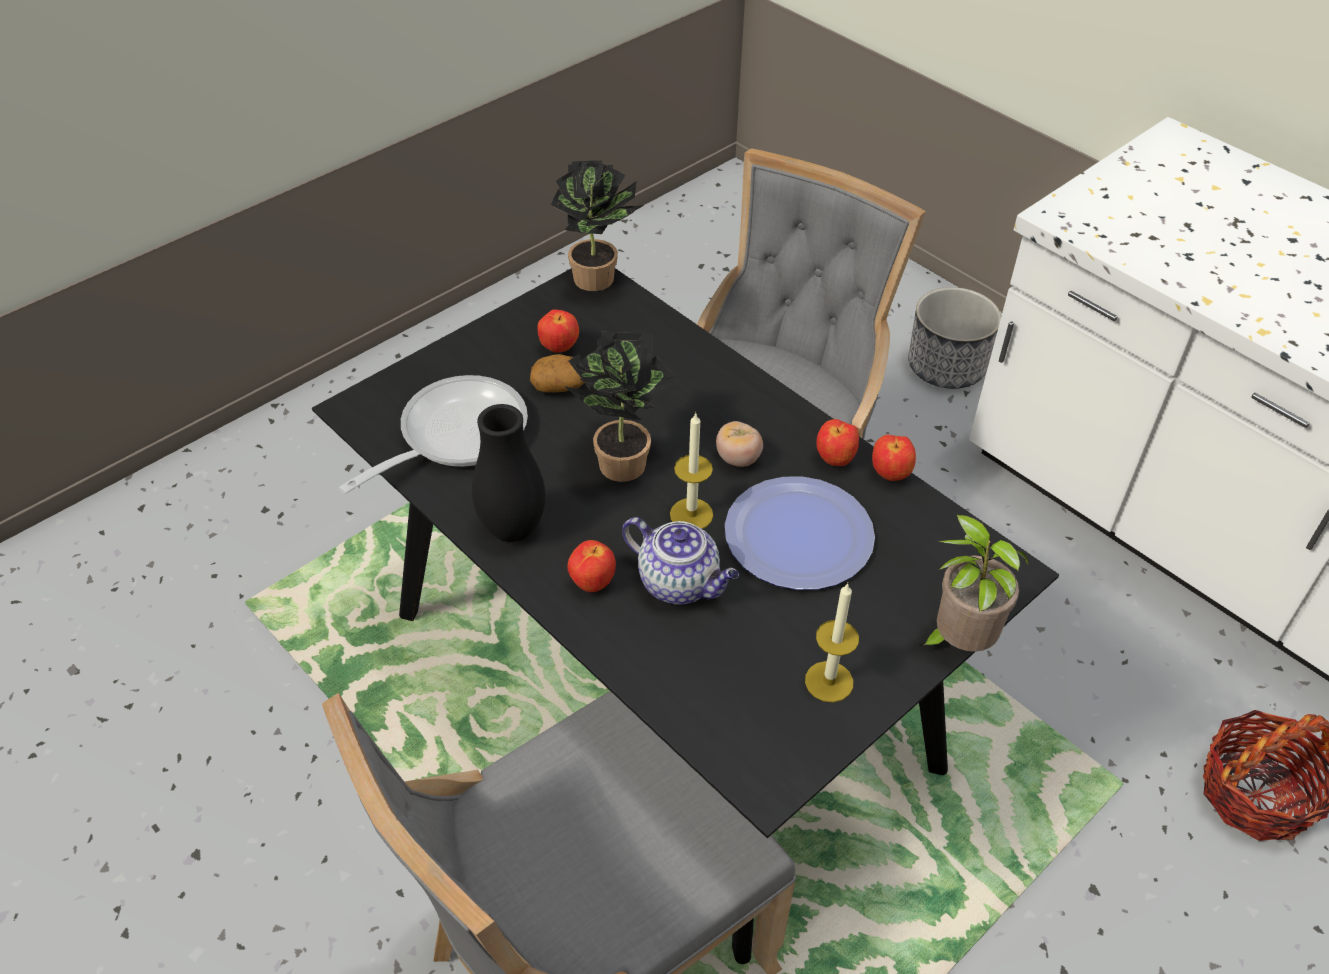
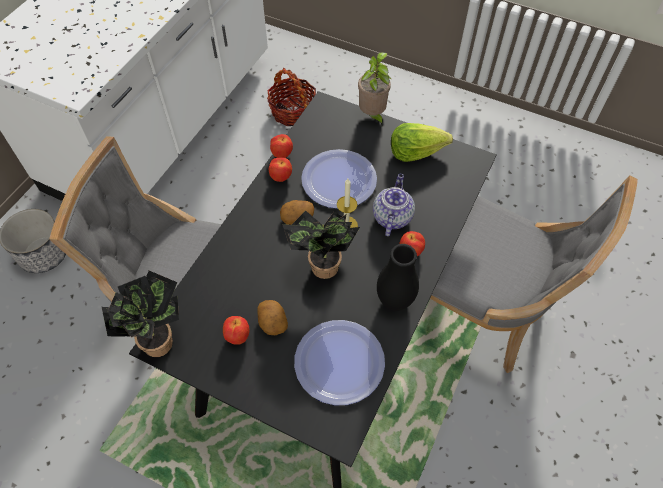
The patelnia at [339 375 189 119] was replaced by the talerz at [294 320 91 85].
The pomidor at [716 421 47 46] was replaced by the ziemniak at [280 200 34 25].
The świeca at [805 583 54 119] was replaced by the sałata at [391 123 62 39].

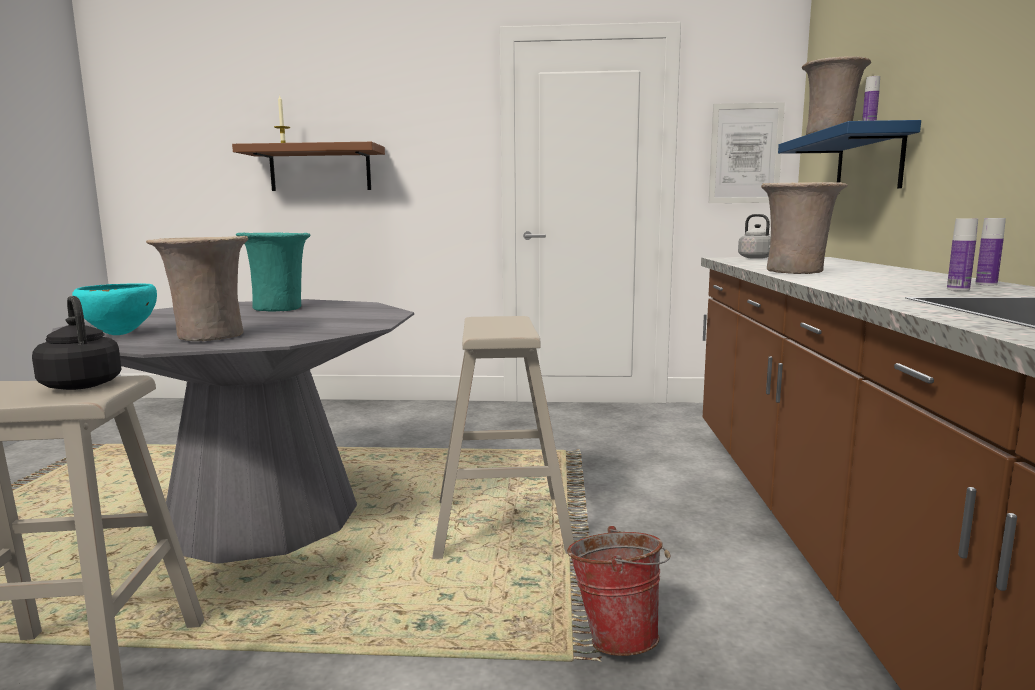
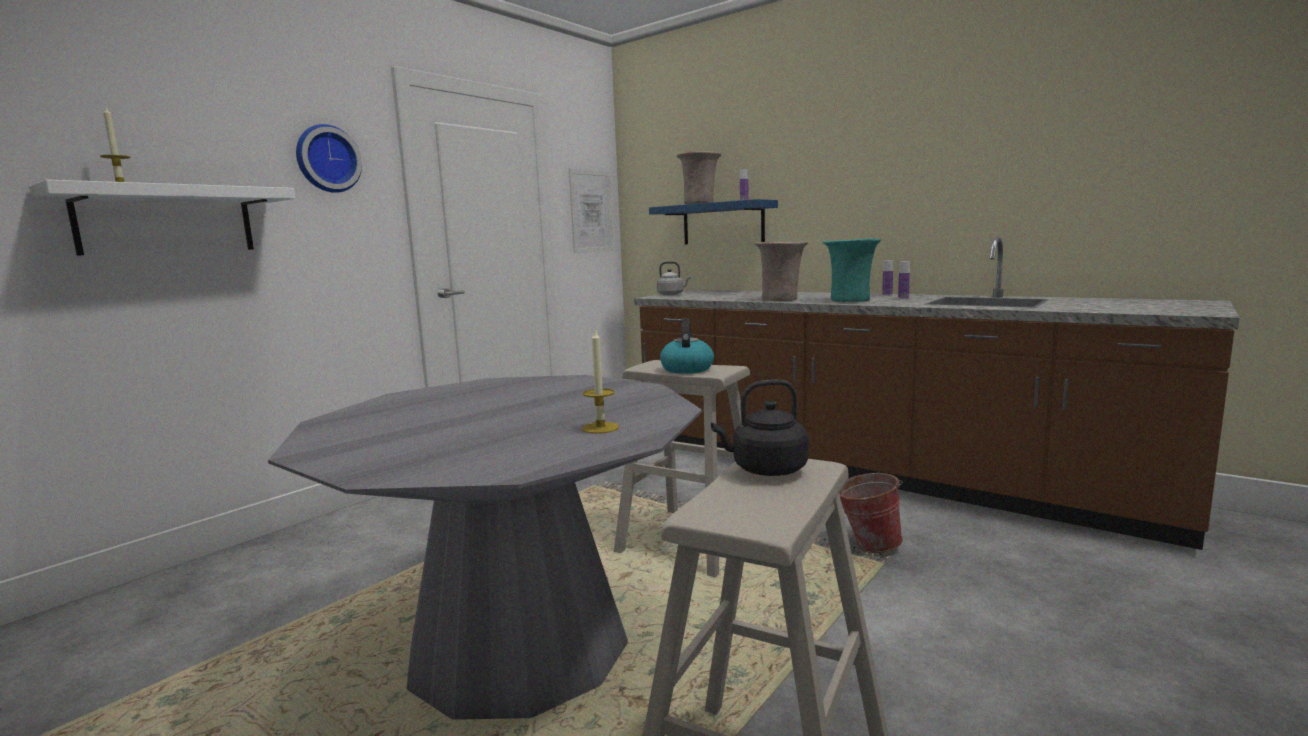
The półka (brązowy) at [232 142 153 49] became the półka (biały) at [29 179 267 77].
The wazon (turkusowy) moved from [236 232 74 80] to [822 238 59 64].
The wazon (beżowy) at [146 236 102 105] was replaced by the świeca at [582 330 37 104].
The miska (turkusowy) at [72 283 85 52] disappeared.
The zegar ścienny at [296 124 66 69] appeared.
The czajnik at [660 318 54 56] appeared.

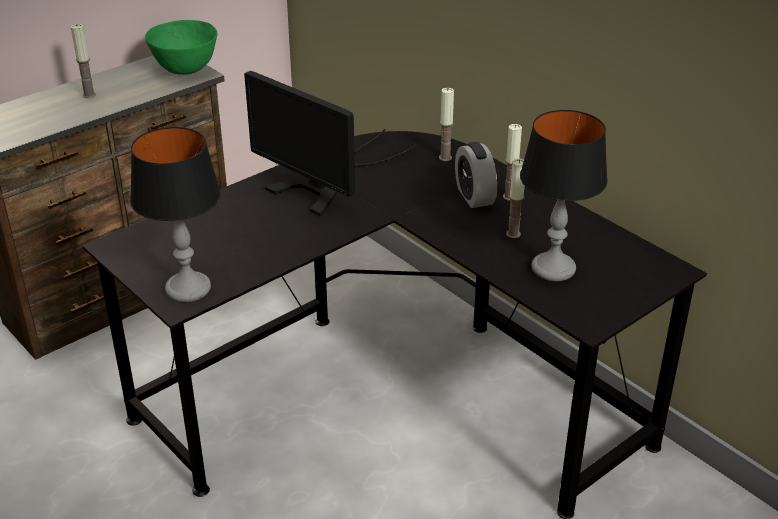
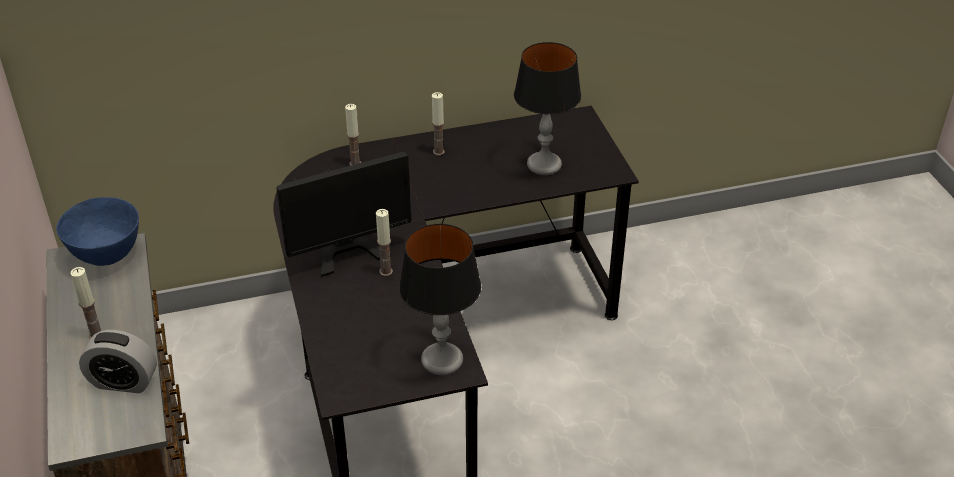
The miska (zielony) at [145 20 73 55] became the miska (niebieski) at [56 197 83 69].
The budzik moved from [455 142 42 66] to [79 330 78 63].
The świeca moved from [506 159 18 79] to [376 209 17 67].

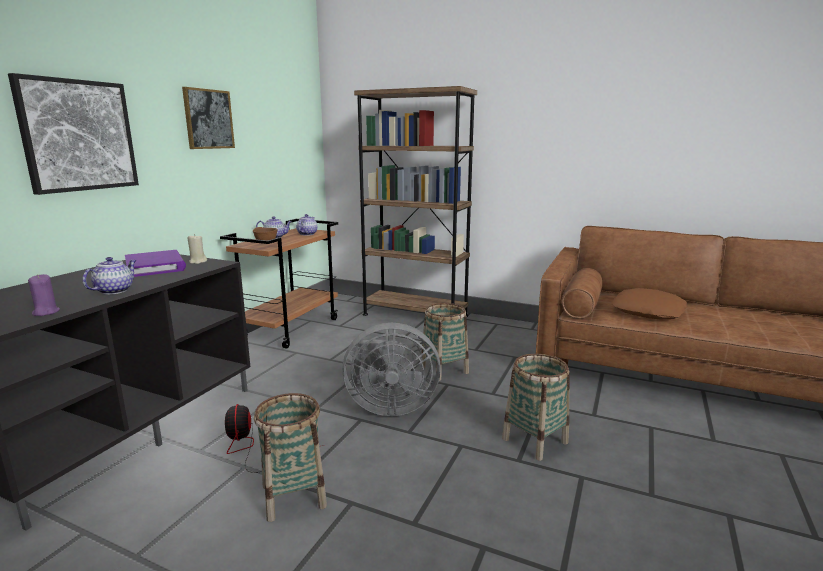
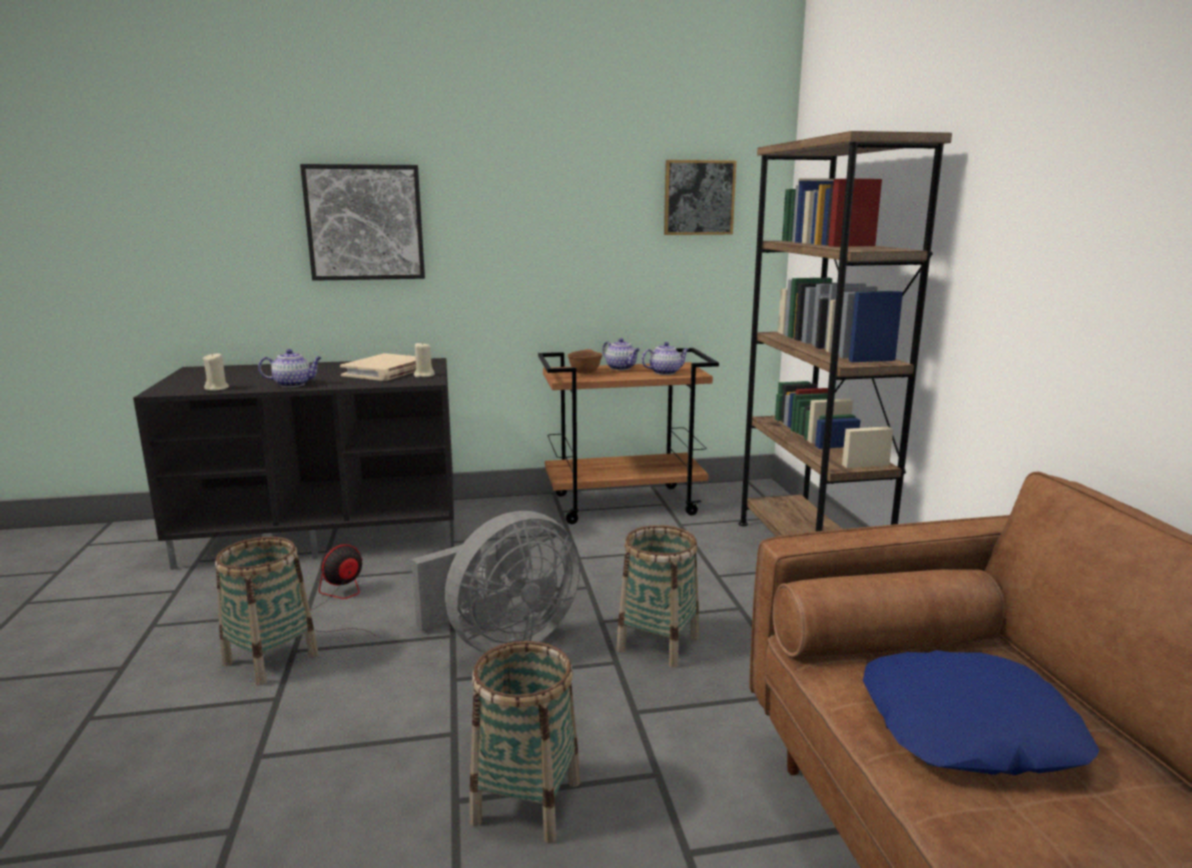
The obraz moved from [182 87 53 62] to [664 160 72 75].
The książka (fioletowy) at [125 250 61 27] became the książka (beżowy) at [340 353 76 28].
The świeca (fioletowy) at [28 274 32 42] became the świeca (beżowy) at [203 352 26 39].
The poduszka (brązowy) at [611 288 76 32] became the poduszka (niebieski) at [863 650 236 125].
The wentylator (szary) at [342 323 99 93] turned 90 degrees counterclockwise.

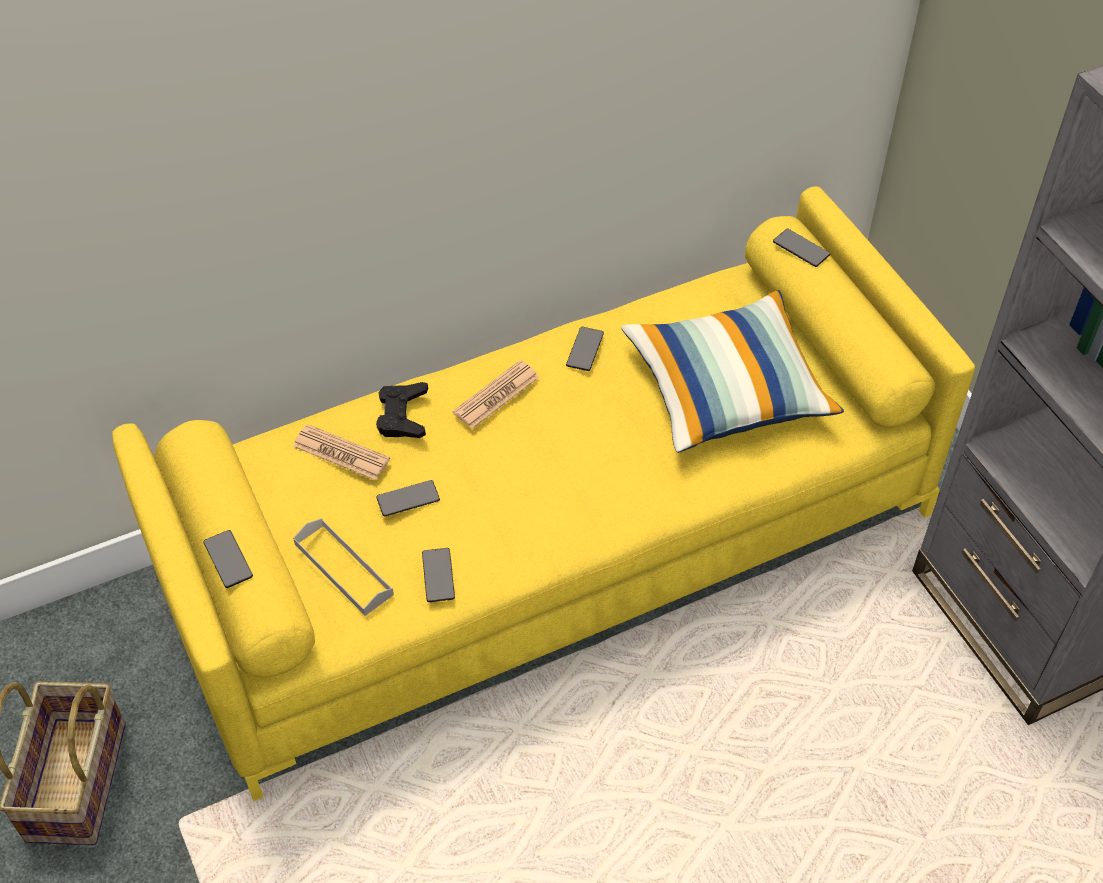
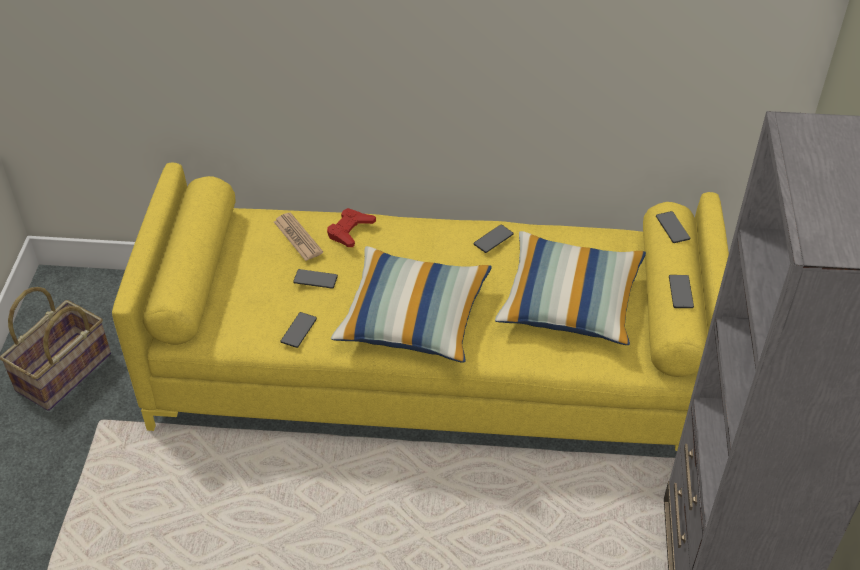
The gazeta at [453 360 86 69] disappeared.
The pad do gier (czarny) at [376 382 52 56] became the pad do gier (czerwony) at [327 208 49 39].
The taca (szary) at [293 518 101 98] disappeared.
The telefon moved from [204 530 49 58] to [669 275 25 33].
The poduszka at [331 246 161 117] appeared.

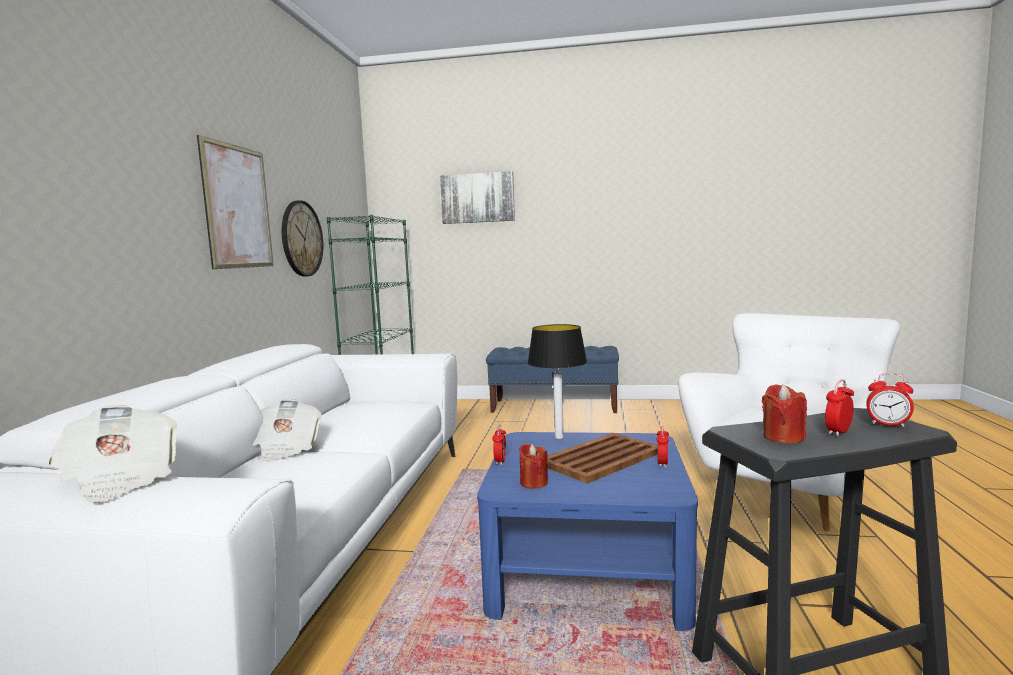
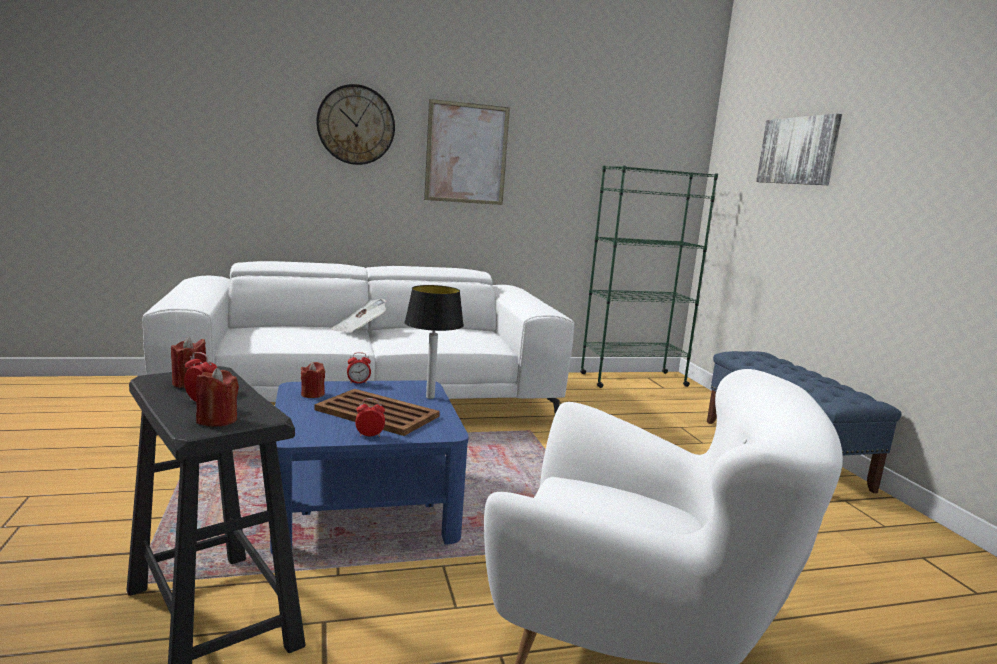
The zegar ścienny moved from [282 200 41 76] to [316 84 79 81].
The budzik at [866 373 48 54] was replaced by the świeca (czerwony) at [196 368 43 59].
The gazeta at [48 405 129 97] disappeared.

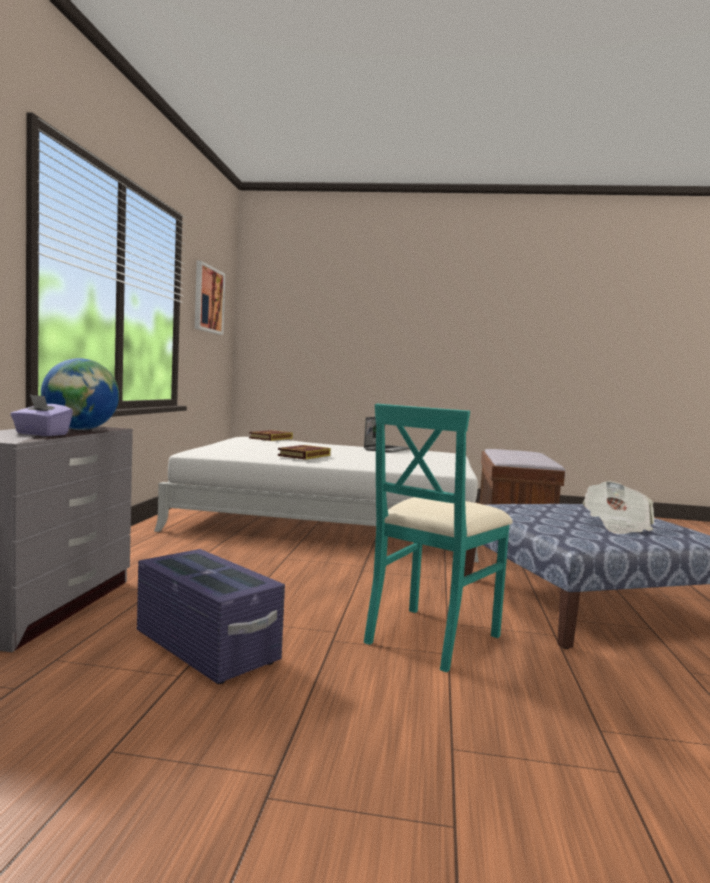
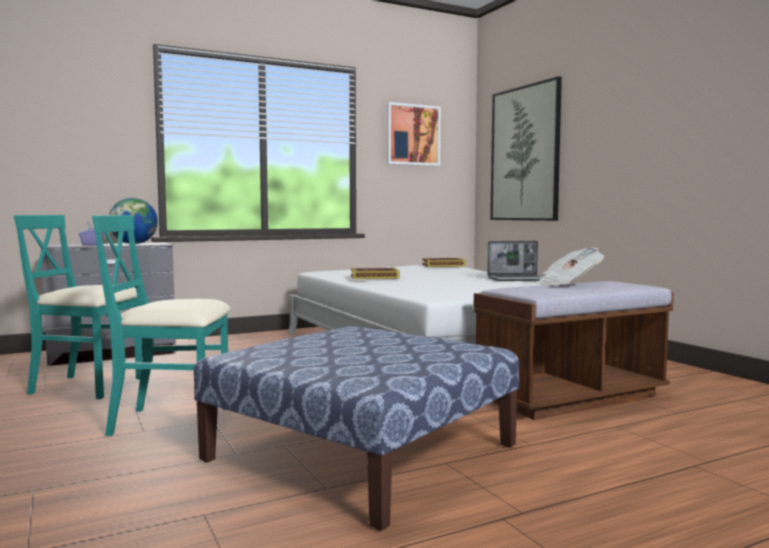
The gazeta moved from [583 481 71 53] to [536 247 68 39].
The pojemnik do przechowywania (fioletowy) at [137 549 148 135] was replaced by the krzesło (turkusowy) at [14 215 128 184].
The obraz at [490 76 72 145] appeared.

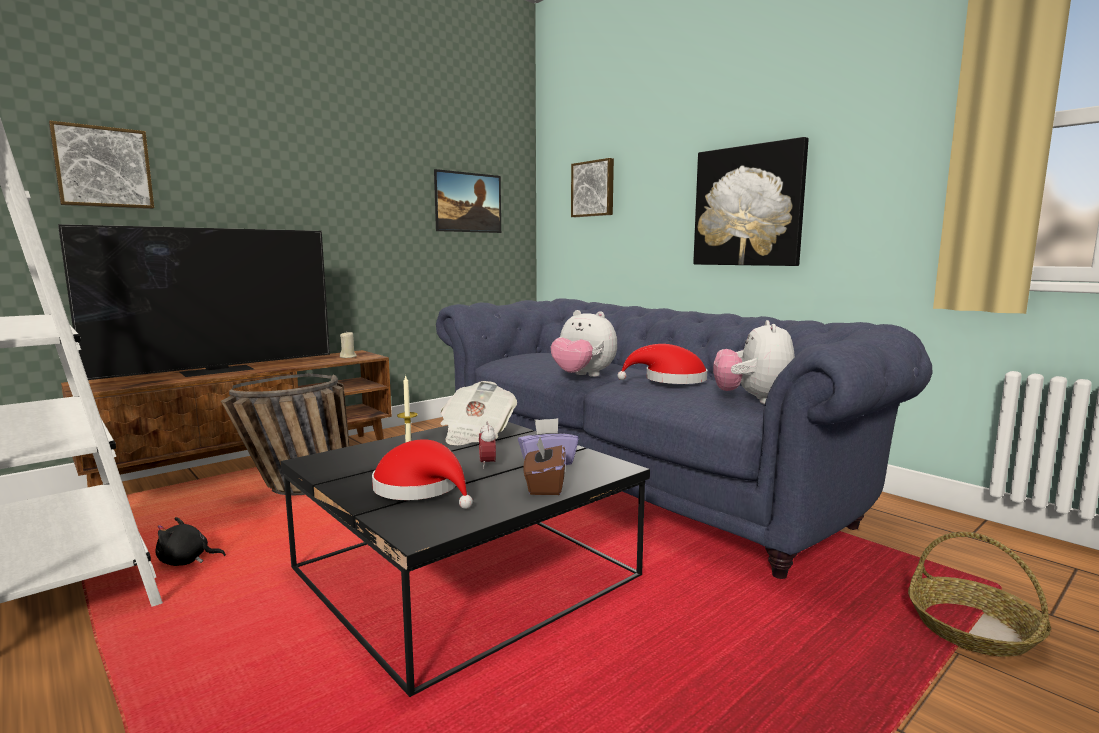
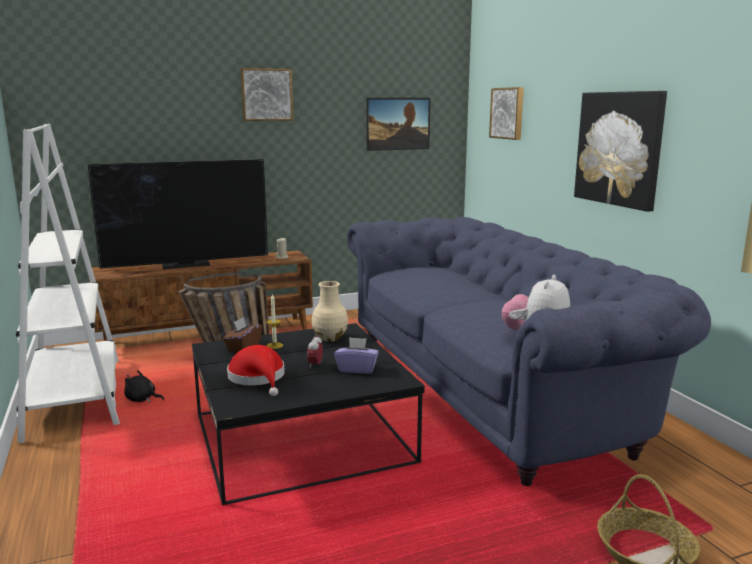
The obraz moved from [49 120 105 89] to [240 68 53 53].
The pluszak at [551 310 66 67] disappeared.
The kapelusz (czerwony) at [617 344 90 40] disappeared.
The gazeta at [441 381 76 64] was replaced by the wazon (beżowy) at [312 281 36 61].
The pudełko chusteczek (brązowy) moved from [523 437 42 58] to [223 317 39 36].

